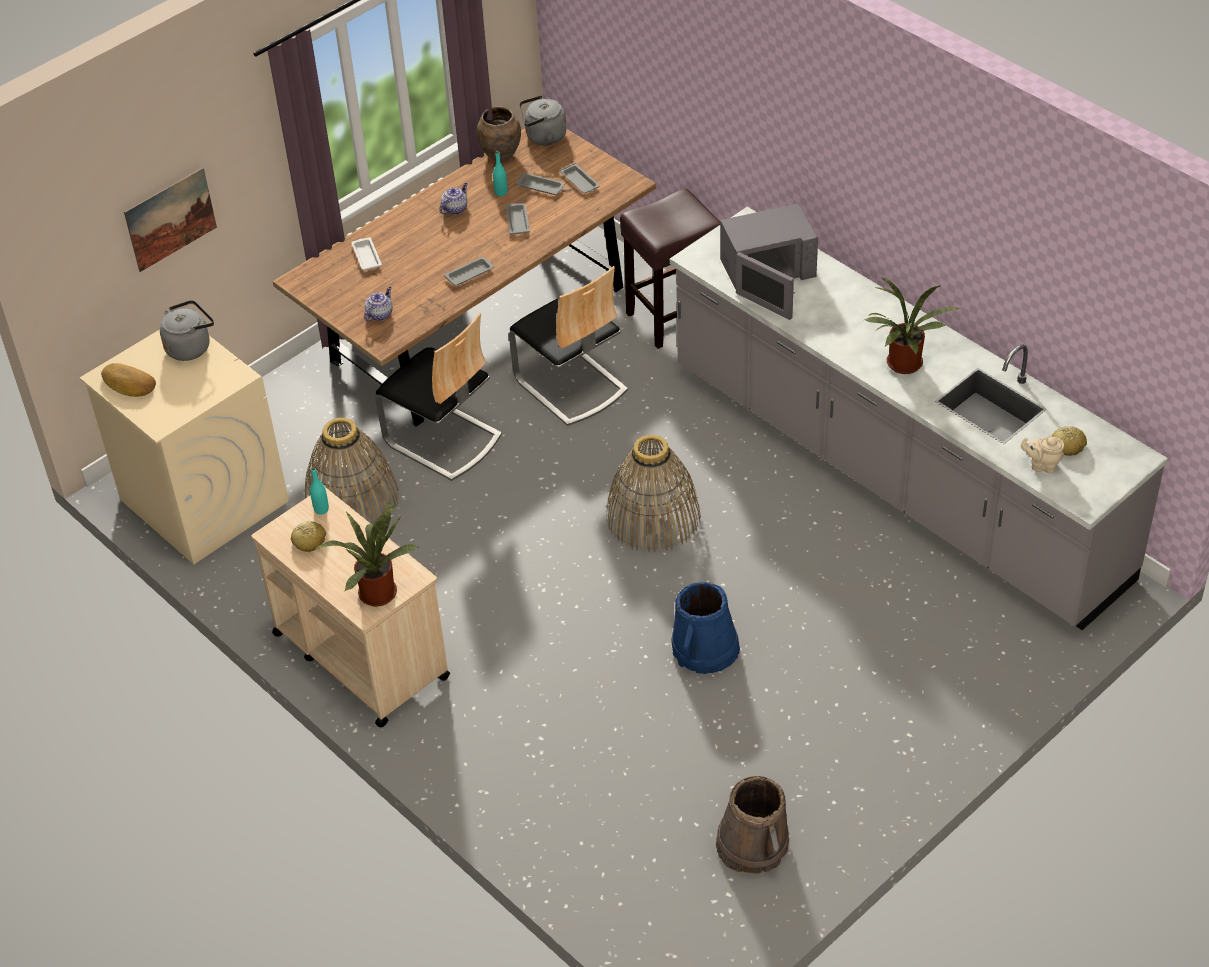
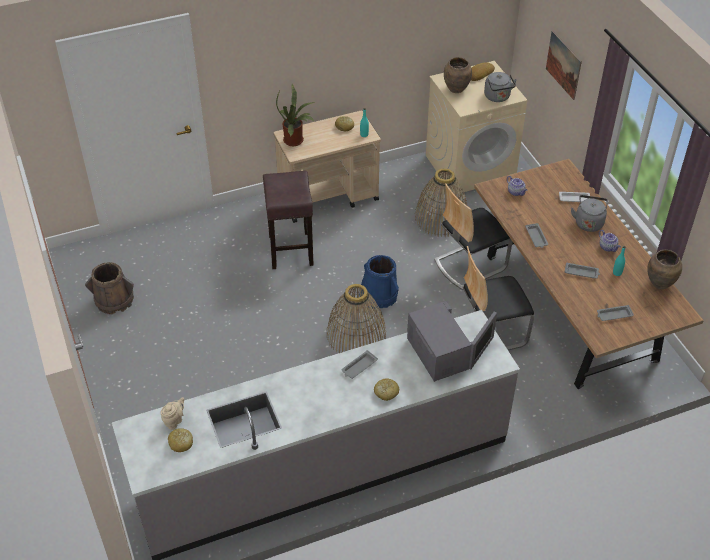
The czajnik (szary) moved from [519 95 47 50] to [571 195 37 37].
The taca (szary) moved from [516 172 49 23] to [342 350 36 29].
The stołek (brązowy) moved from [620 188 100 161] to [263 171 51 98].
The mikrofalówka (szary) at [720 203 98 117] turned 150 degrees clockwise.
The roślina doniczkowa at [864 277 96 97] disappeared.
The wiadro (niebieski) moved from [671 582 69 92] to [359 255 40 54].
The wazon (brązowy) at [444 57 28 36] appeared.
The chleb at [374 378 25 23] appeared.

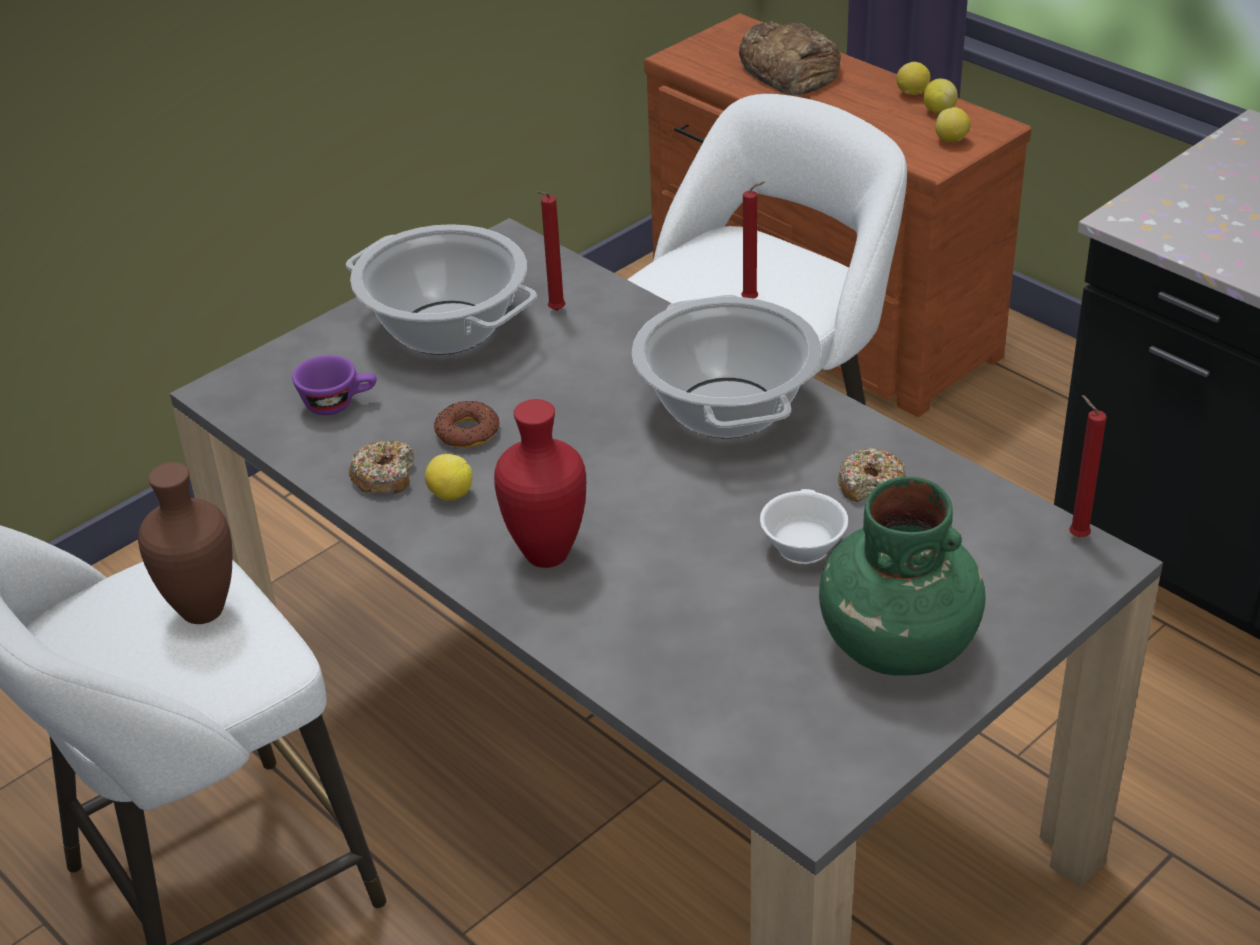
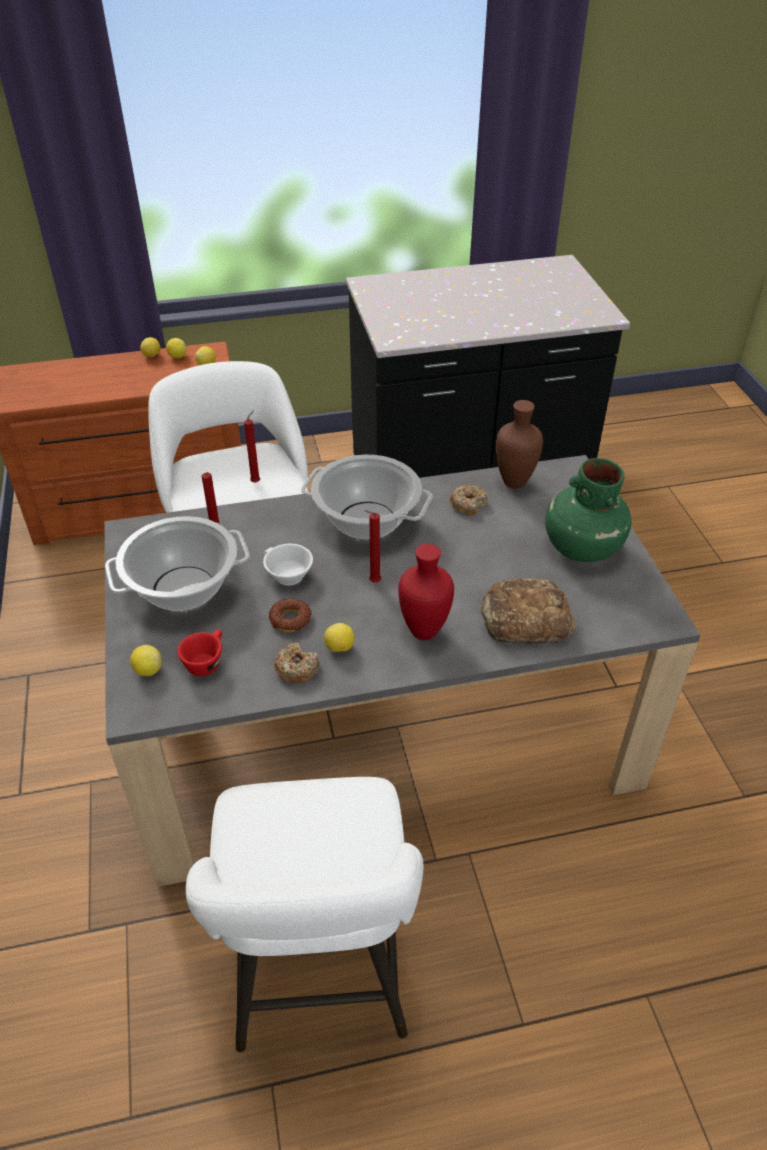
The chleb moved from [739 21 102 75] to [481 578 94 67].
The filiżanka (fioletowy) at [292 355 84 60] became the filiżanka (czerwony) at [178 629 44 47].
The świeca (czerwony) moved from [1069 395 38 142] to [365 510 16 72].
The wazon (brązowy) moved from [138 462 94 162] to [496 400 47 89].
The filiżanka (biały) moved from [760 489 88 75] to [263 543 50 42].
The cytryna at [130 645 32 31] appeared.

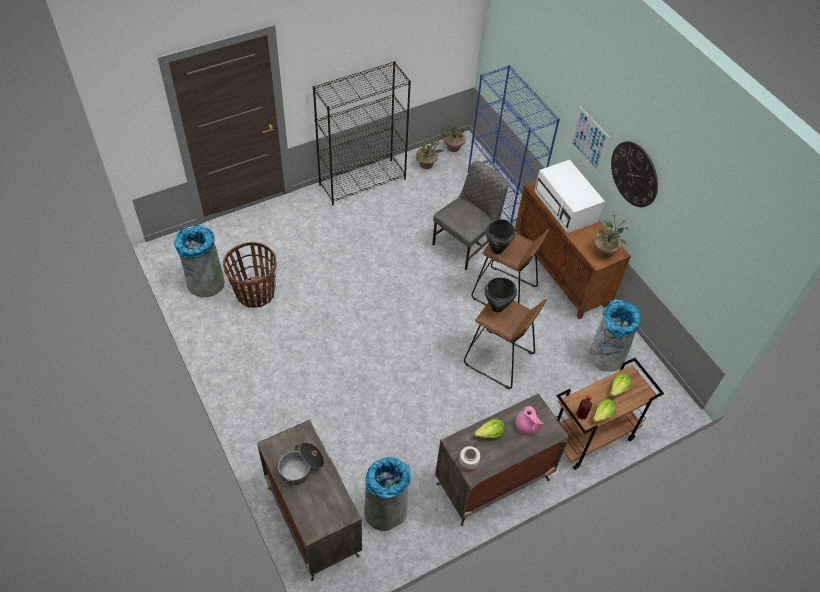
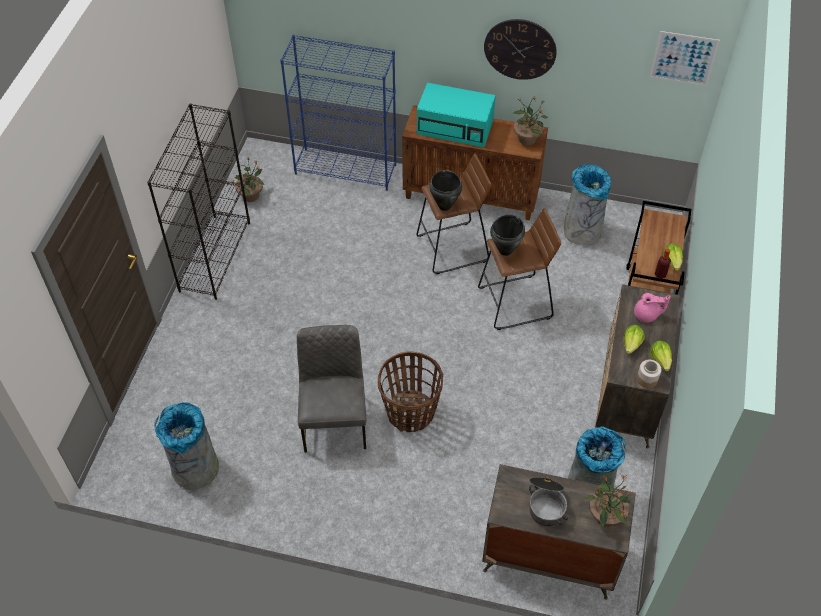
The obraz moved from [570 106 40 68] to [650 31 70 55].
The roślina doniczkowa moved from [439 116 31 36] to [585 474 45 54].
The mikrofalówka (biały) at [534 160 71 73] became the mikrofalówka (turkusowy) at [417 83 79 64].
The krzesło (szary) moved from [432 161 77 109] to [297 325 69 128].
The koszyk moved from [223 242 54 66] to [378 352 65 80].
The sałata moved from [610 373 21 24] to [650 341 22 30].

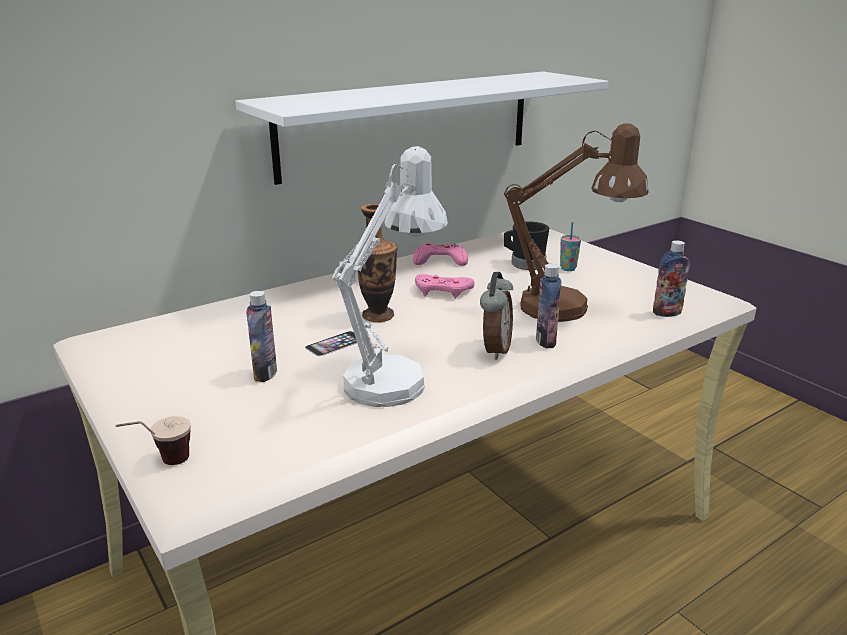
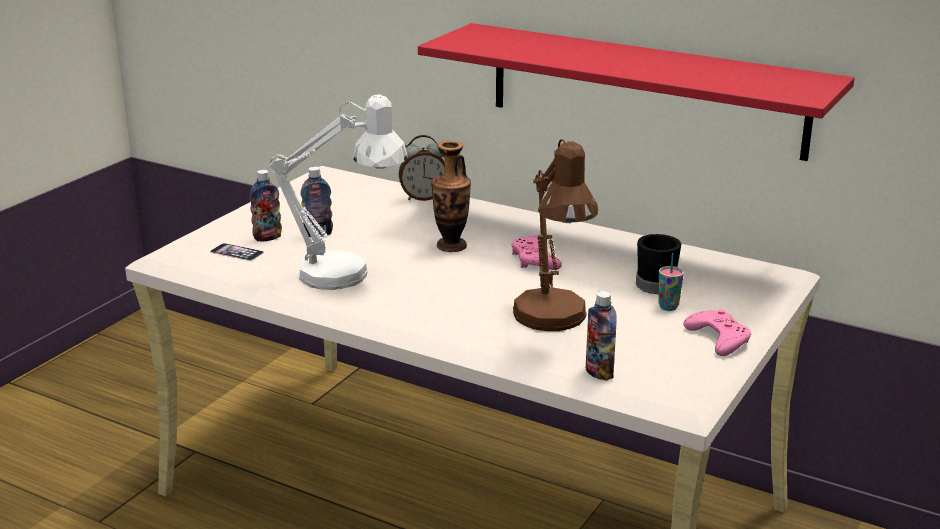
The półka (biały) at [235 72 374 113] became the półka (czerwony) at [418 23 437 138].
The pad do gier (różowy) moved from [413 242 55 24] to [683 309 68 47].
The butelka moved from [536 264 25 84] to [250 170 32 71].
The budzik moved from [480 272 33 88] to [399 135 46 66].
The telefon moved from [305 331 52 25] to [210 243 54 18].
The filiżanka at [116 416 75 49] disappeared.

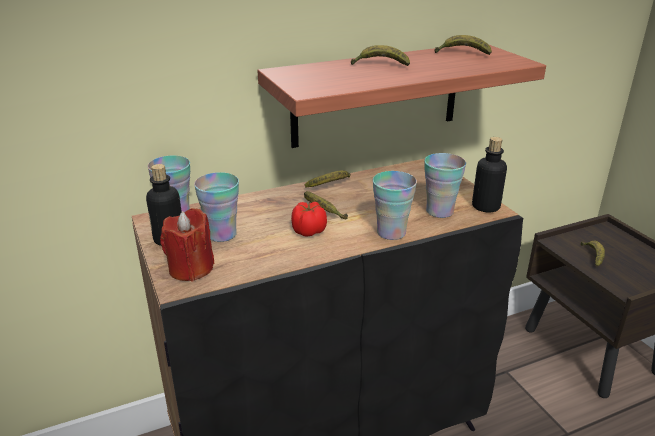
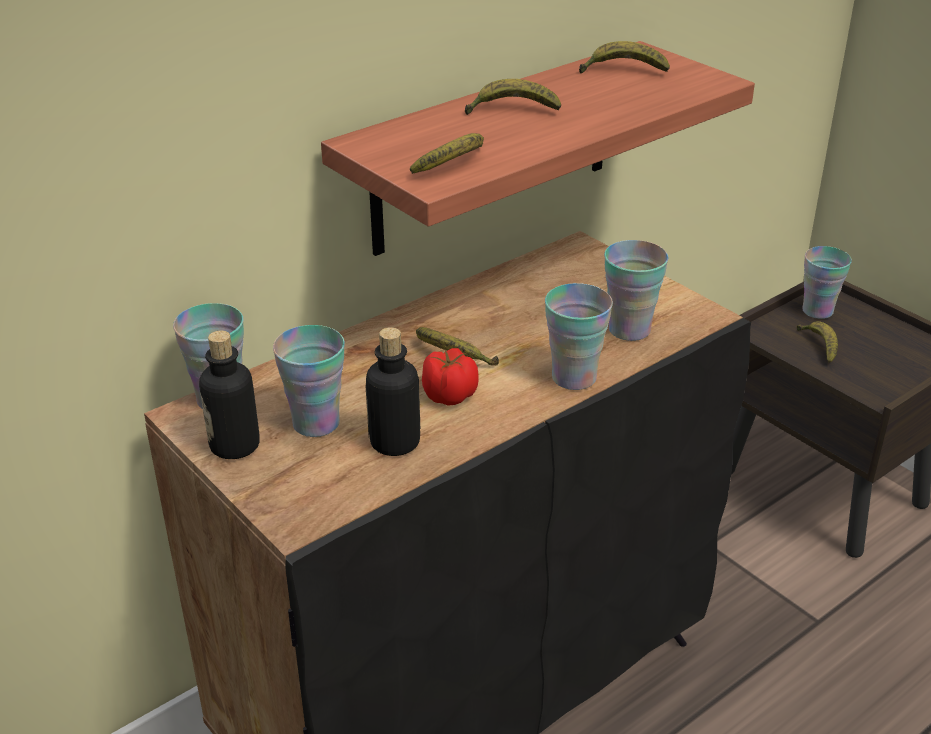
The butelka moved from [472 137 35 76] to [366 327 54 129].
The banan moved from [305 170 45 18] to [410 133 74 41].
The świeca (czerwony) at [160 208 54 74] disappeared.
The filiżanka at [802 246 50 73] appeared.

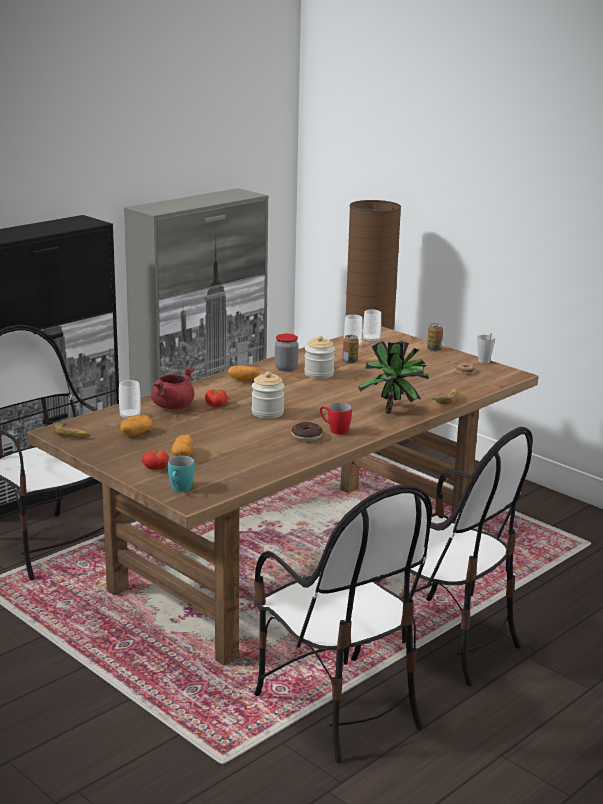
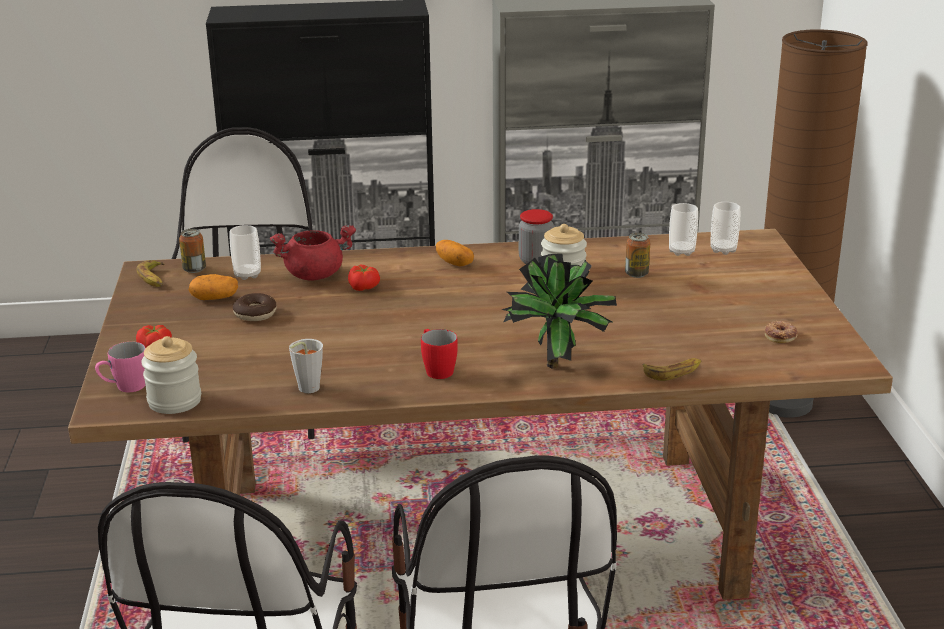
The puszka moved from [427 323 16 28] to [179 229 27 44].
The filiżanka (szary) moved from [477 333 18 30] to [289 339 34 54].
The słoik moved from [252 371 32 48] to [141 336 60 78].
The donut moved from [291 422 32 19] to [233 293 44 28].
The ziemniak at [172 435 22 21] disappeared.
The kubek (turkusowy) at [168 456 27 36] became the kubek (różowy) at [95 342 51 50].

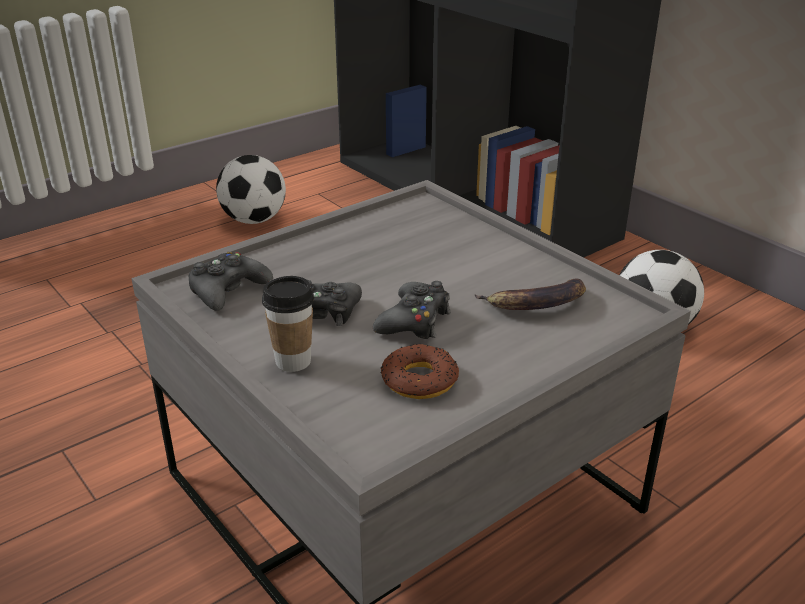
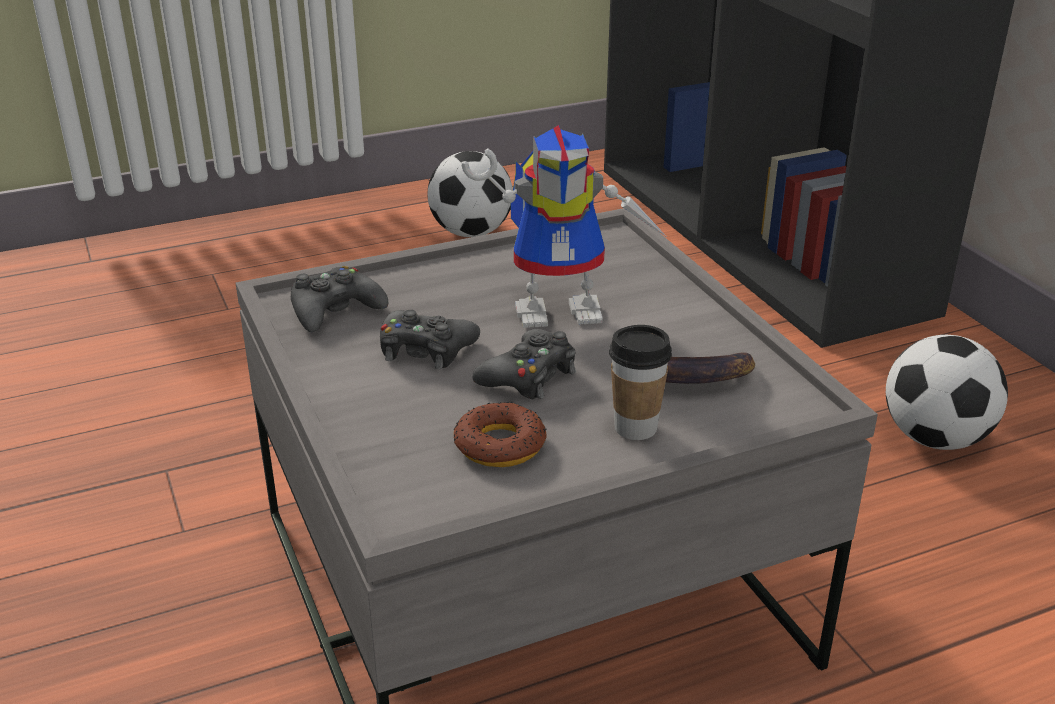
The filiżanka moved from [262 276 52 96] to [609 325 63 115].
The robot zabawkowy at [462 125 206 203] appeared.

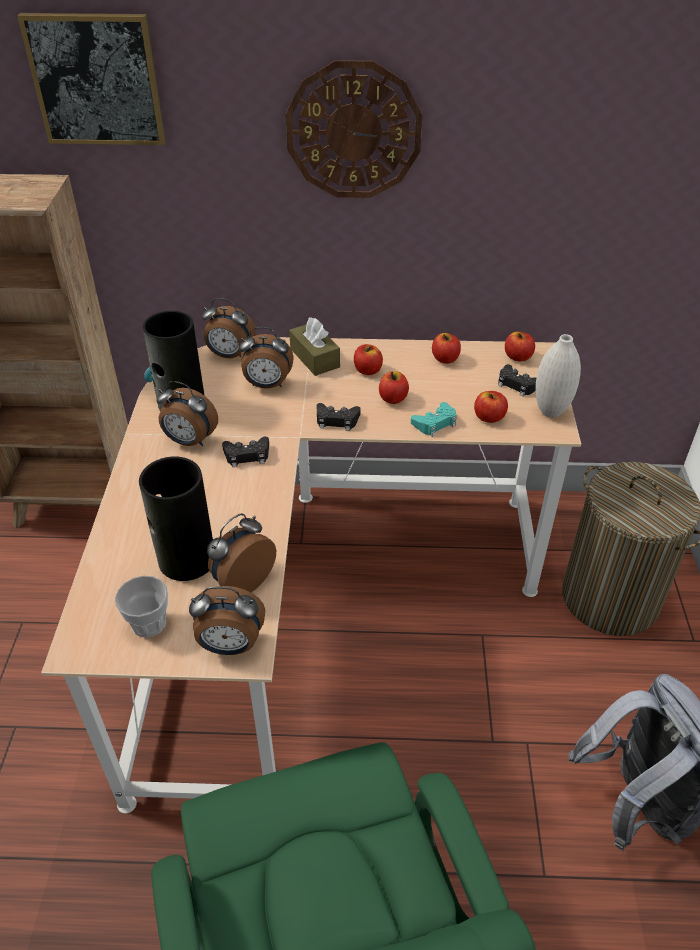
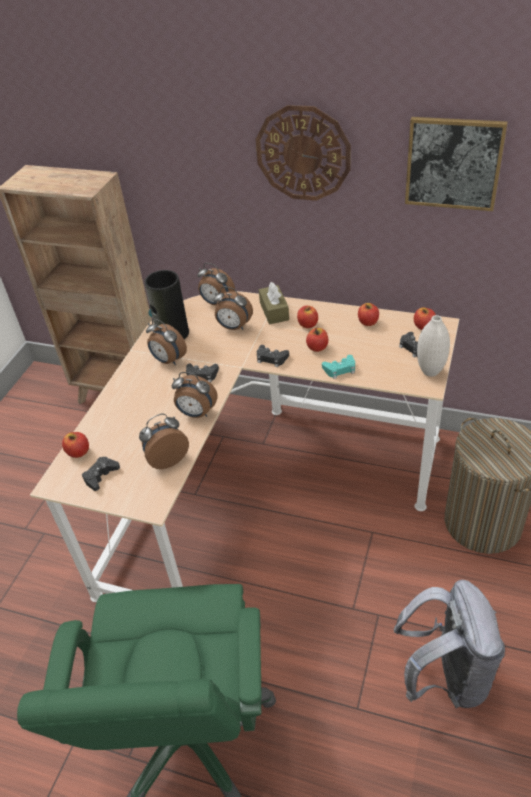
The obraz moved from [17 13 149 132] to [405 117 103 94].
The jabłko moved from [474 391 34 32] to [62 432 27 26].
The wazon at [139 456 74 125] disappeared.
The filiżanka at [115 575 53 63] was replaced by the pad do gier (czarny) at [82 457 38 34].
The budzik moved from [189 586 76 69] to [172 372 46 46].

